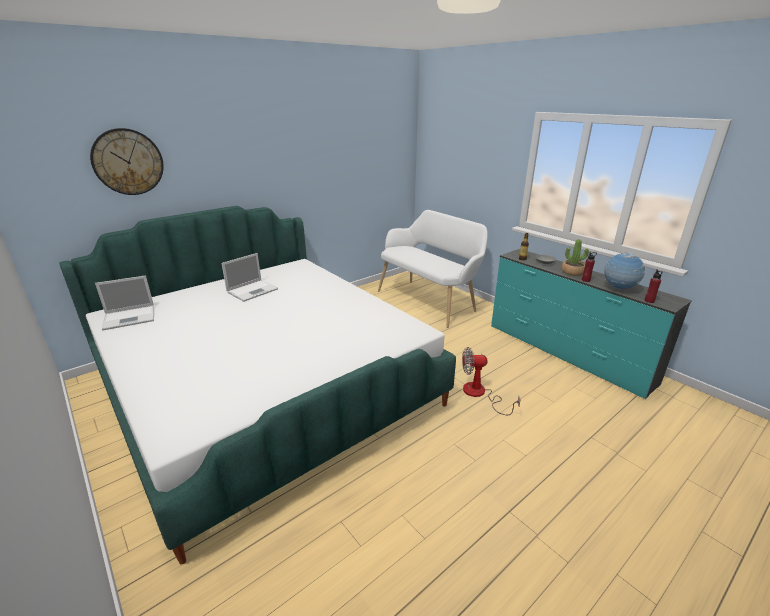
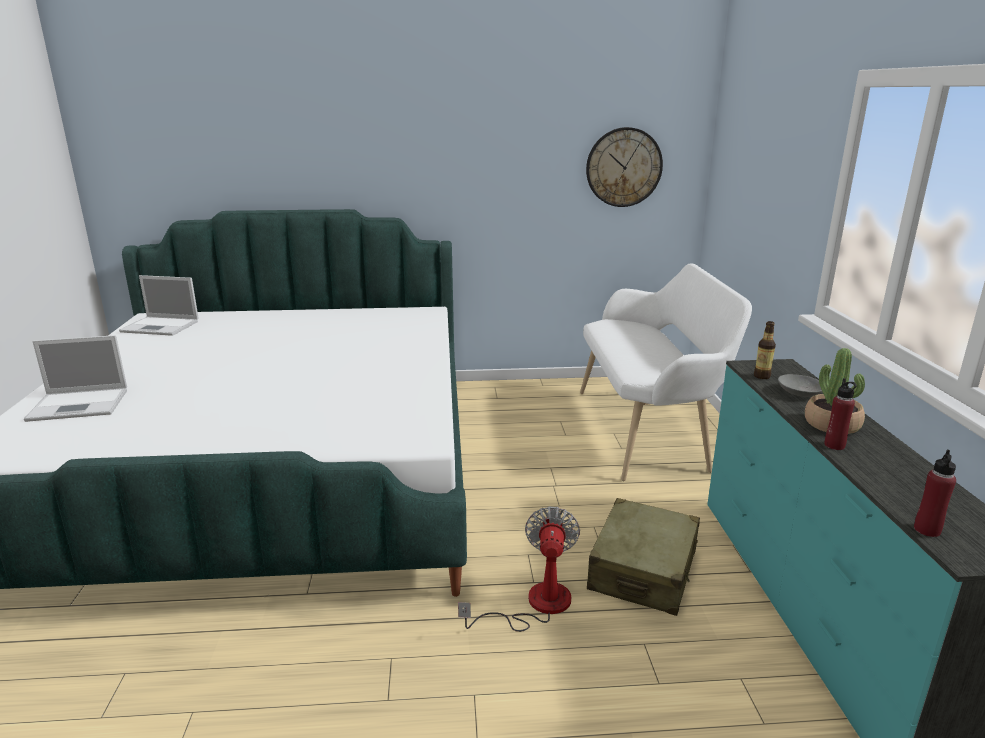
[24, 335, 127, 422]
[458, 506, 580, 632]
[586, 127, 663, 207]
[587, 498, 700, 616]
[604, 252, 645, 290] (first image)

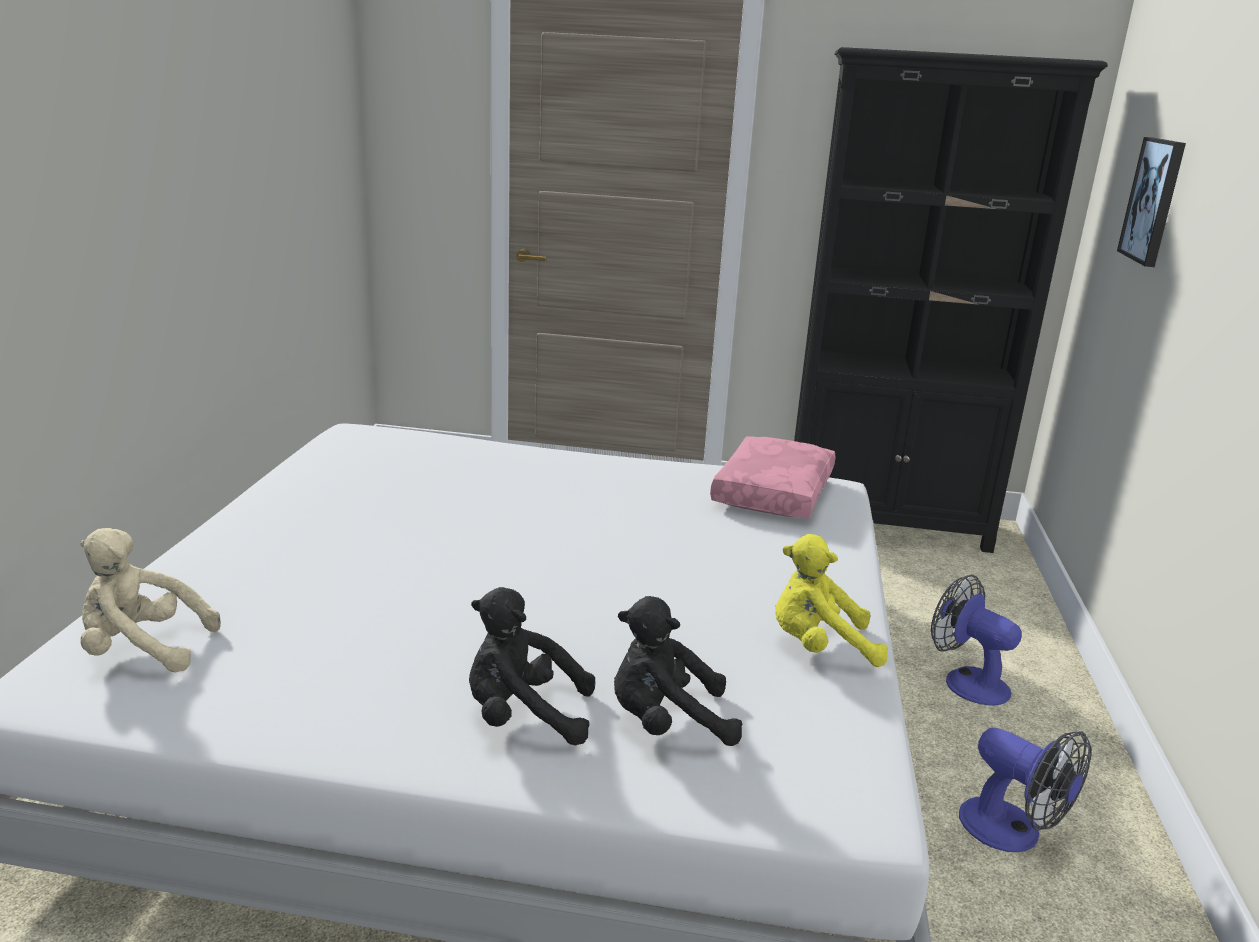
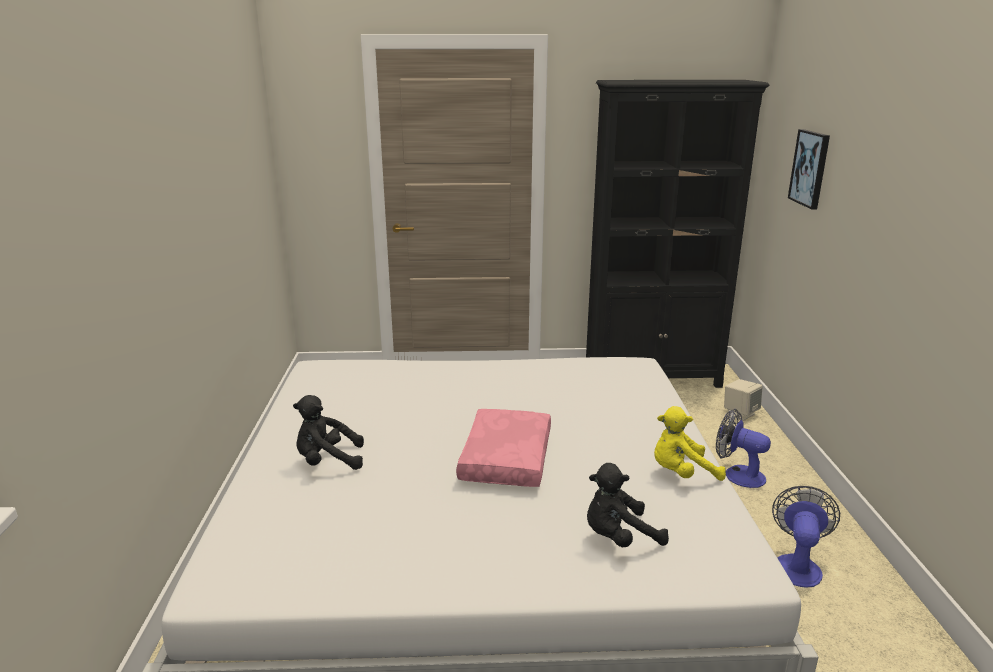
[293, 395, 364, 470]
[456, 409, 551, 487]
[724, 379, 763, 421]
[772, 486, 840, 588]
[80, 528, 221, 672] (first image)

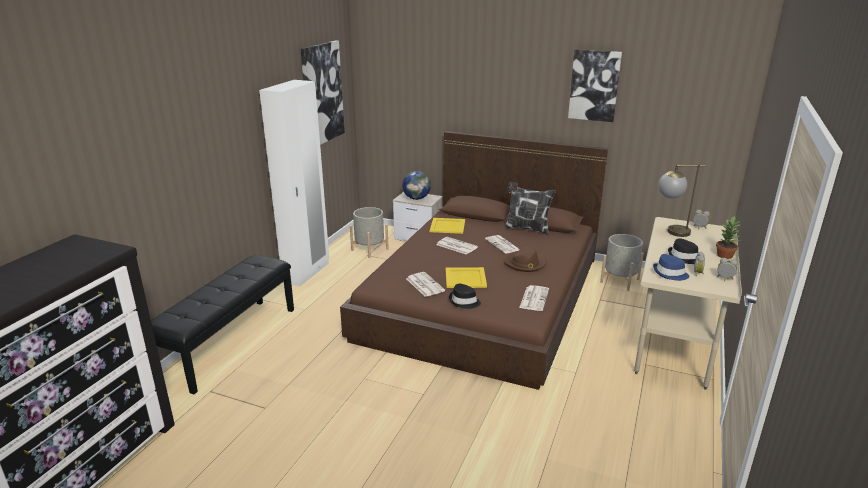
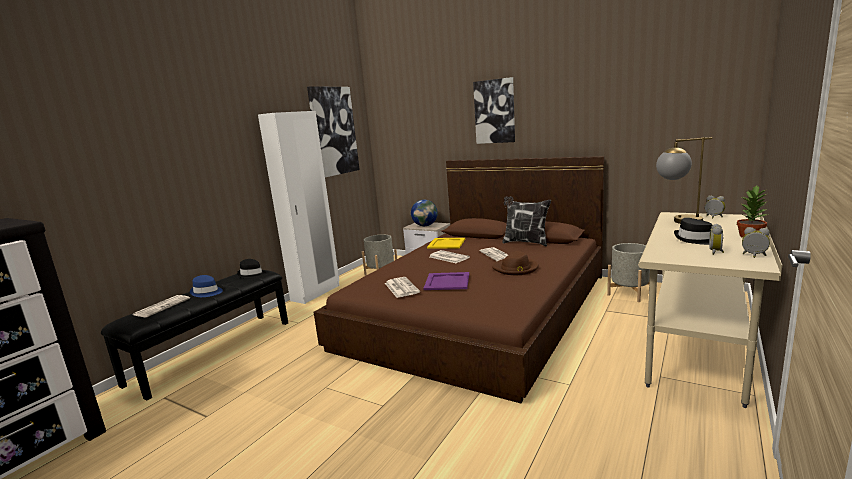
[133, 295, 190, 317]
[190, 275, 223, 297]
[237, 259, 266, 279]
[423, 272, 469, 290]
[473, 77, 515, 144]

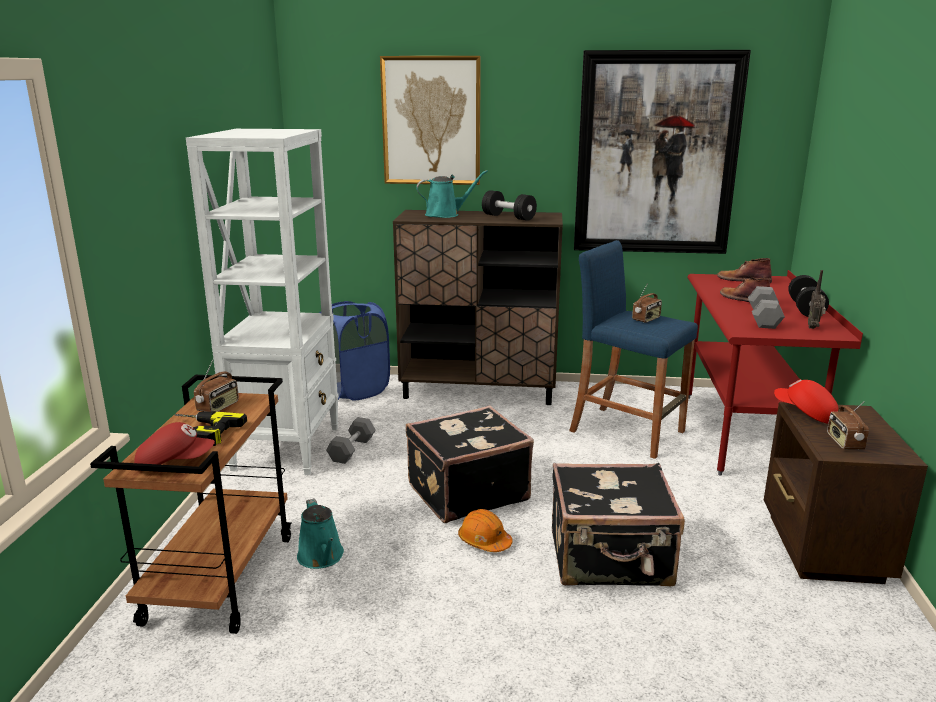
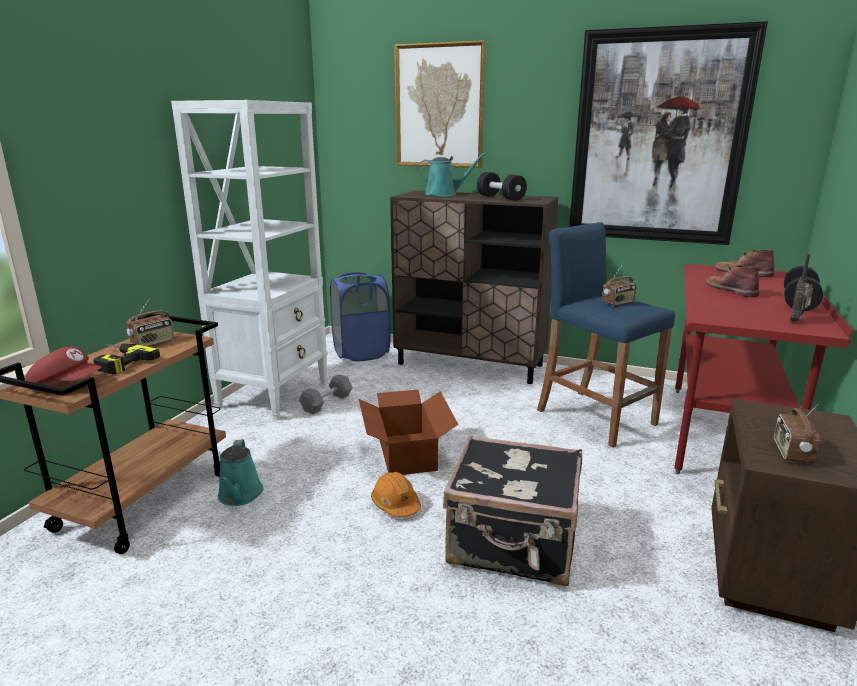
[359, 389, 459, 475]
[748, 286, 785, 329] (first image)
[774, 379, 838, 424] (first image)

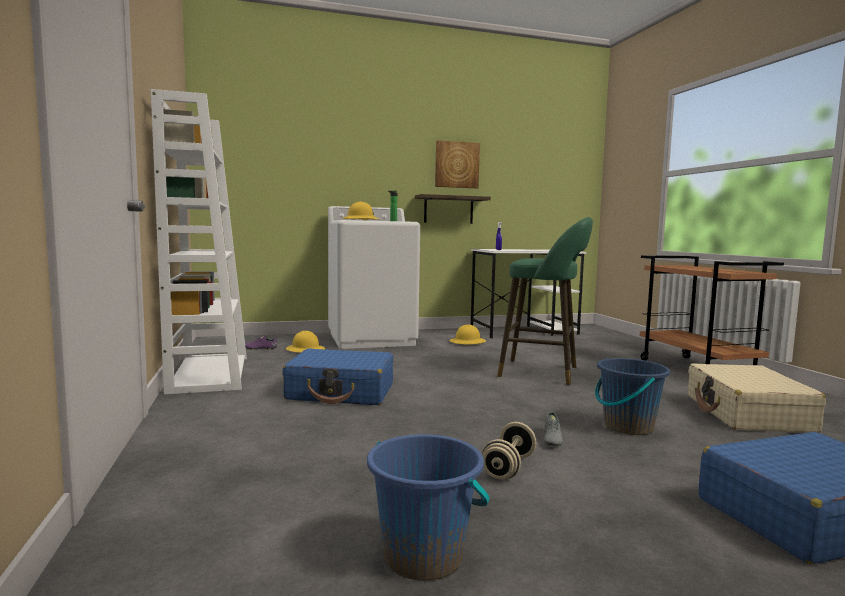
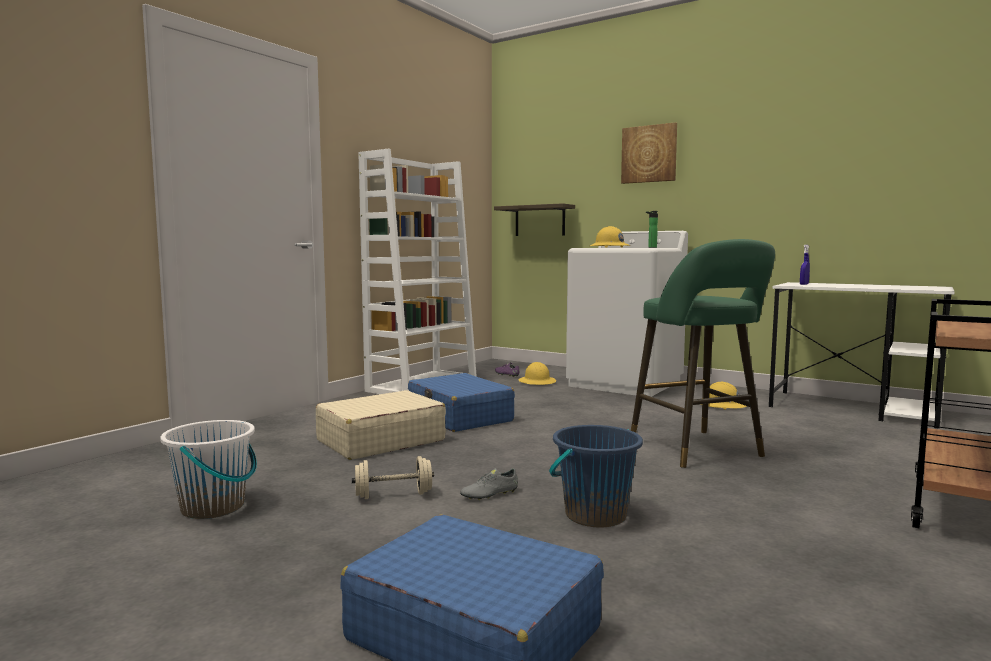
[160, 420, 257, 519]
[316, 390, 446, 460]
[494, 203, 575, 236]
[621, 122, 677, 184]

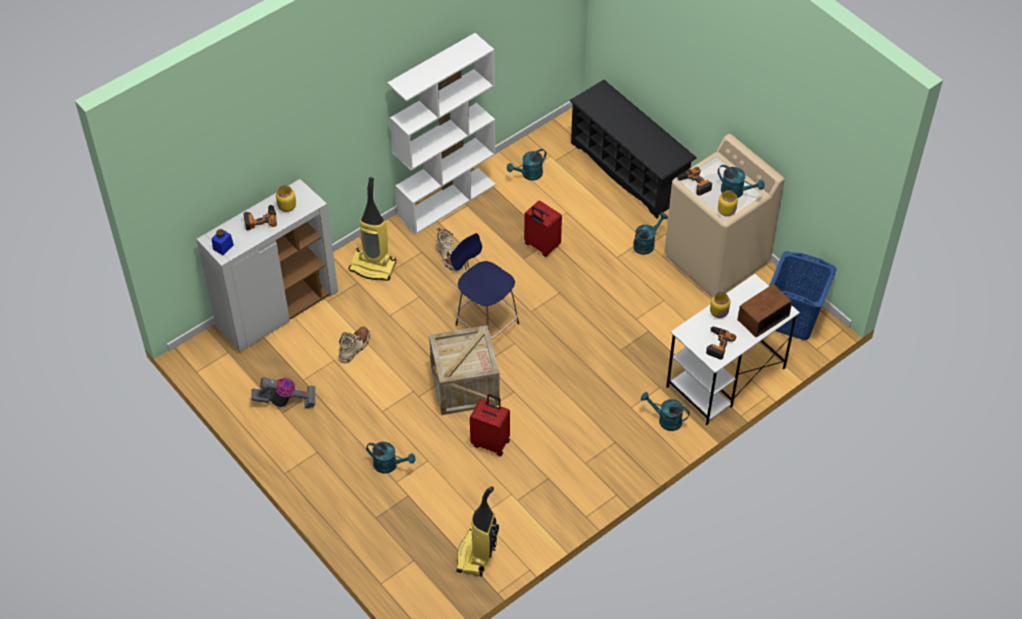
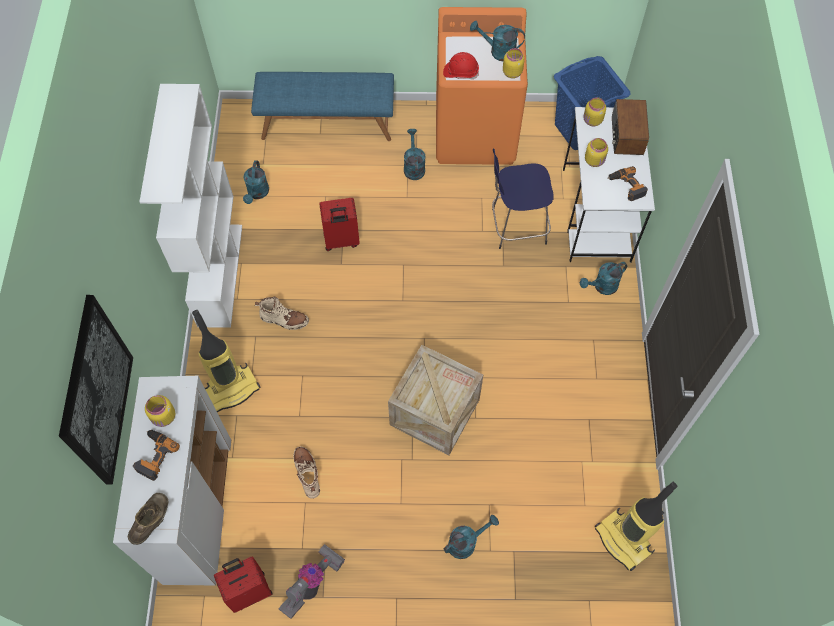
[59, 295, 133, 484]
[128, 493, 168, 545]
[214, 557, 272, 613]
[251, 72, 394, 141]
[436, 7, 528, 165]
[443, 52, 479, 79]
[470, 21, 525, 61]
[492, 148, 554, 249]
[583, 97, 606, 126]

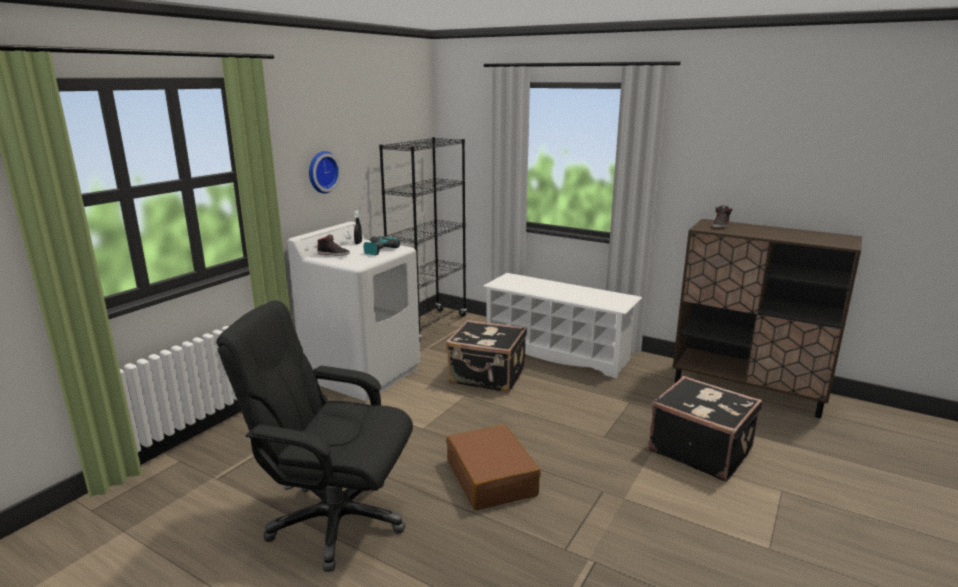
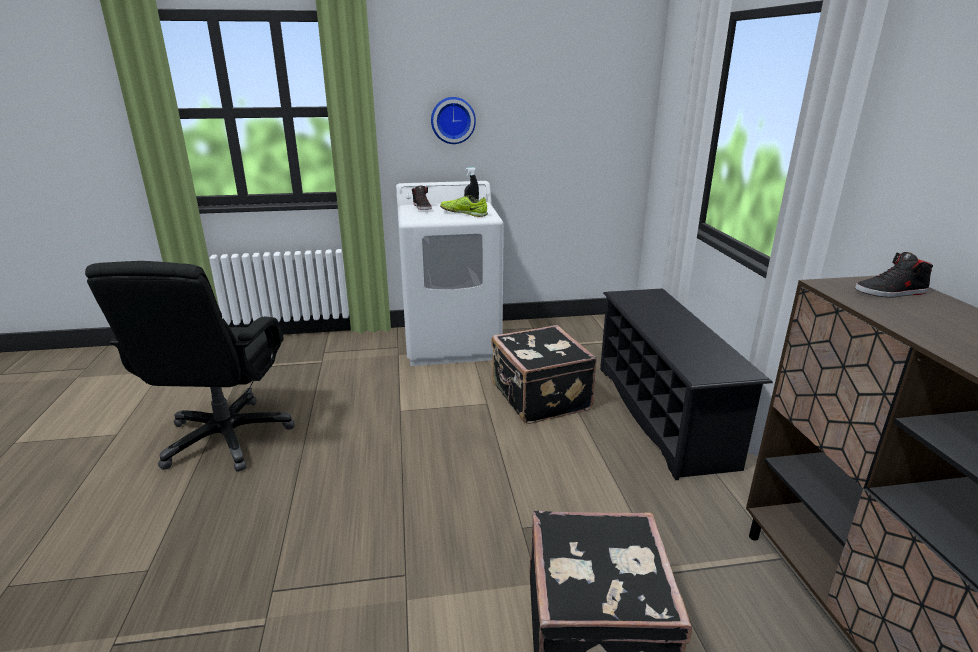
[85, 261, 295, 472]
[440, 195, 488, 217]
[600, 288, 773, 480]
[379, 137, 467, 342] (first image)
[447, 425, 541, 510] (first image)

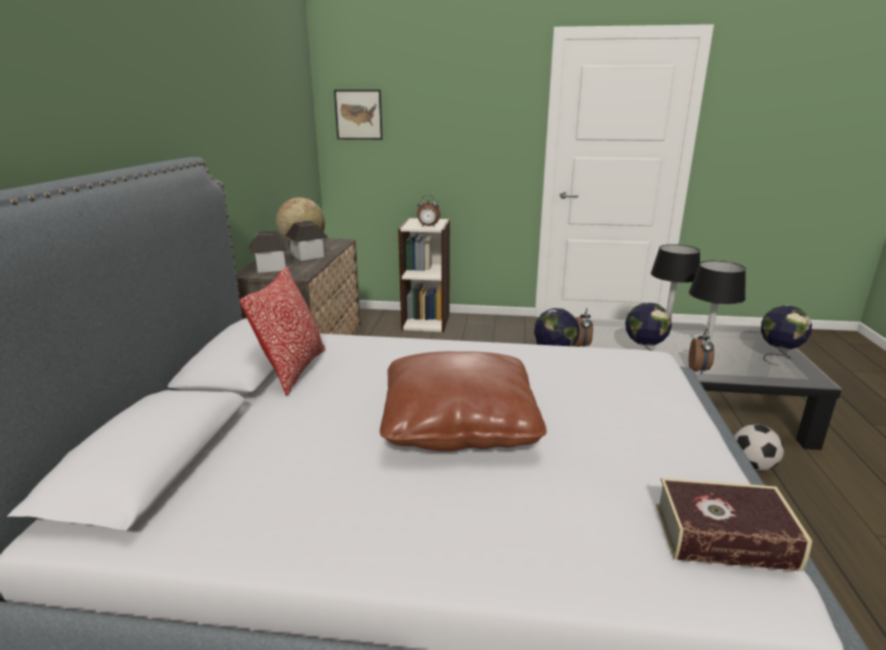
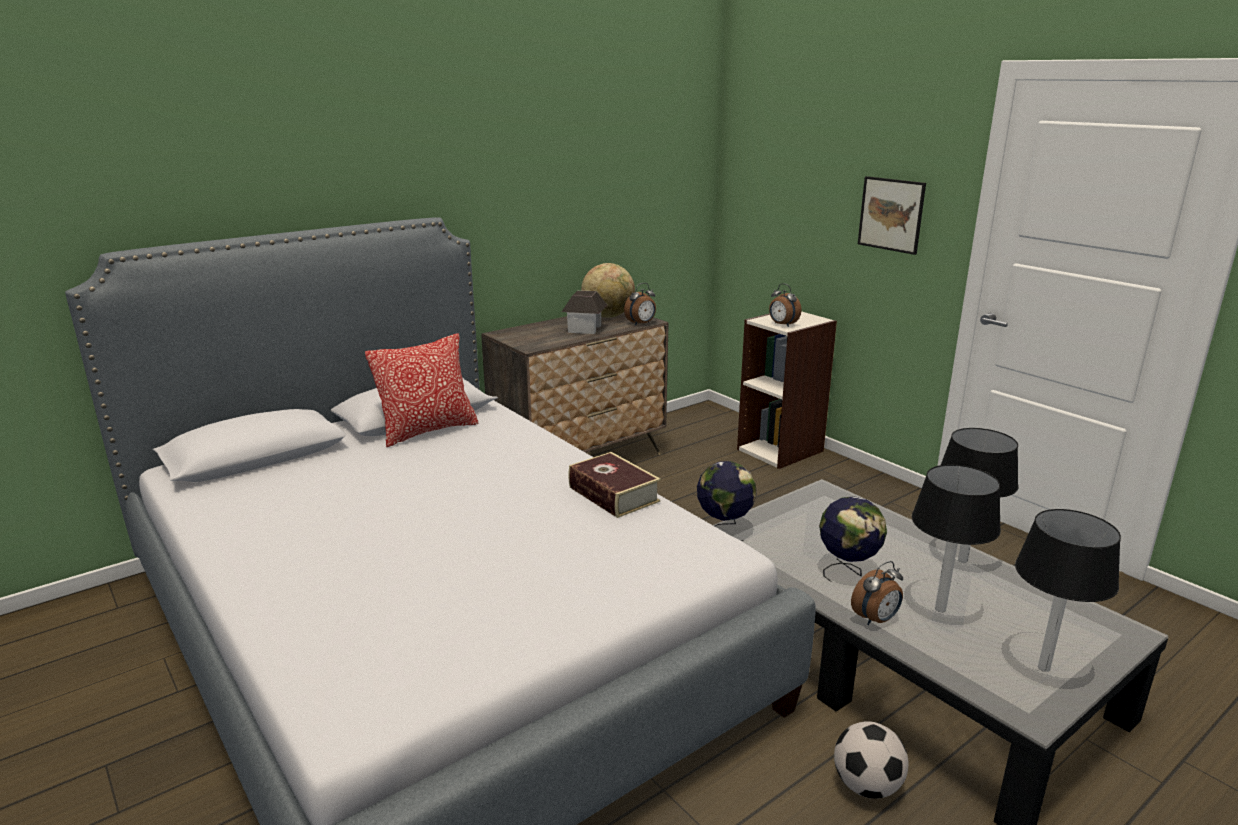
[568, 452, 661, 518]
[624, 283, 656, 326]
[858, 176, 926, 255]
[1015, 509, 1121, 672]
[248, 231, 288, 273] (first image)
[380, 351, 547, 451] (first image)

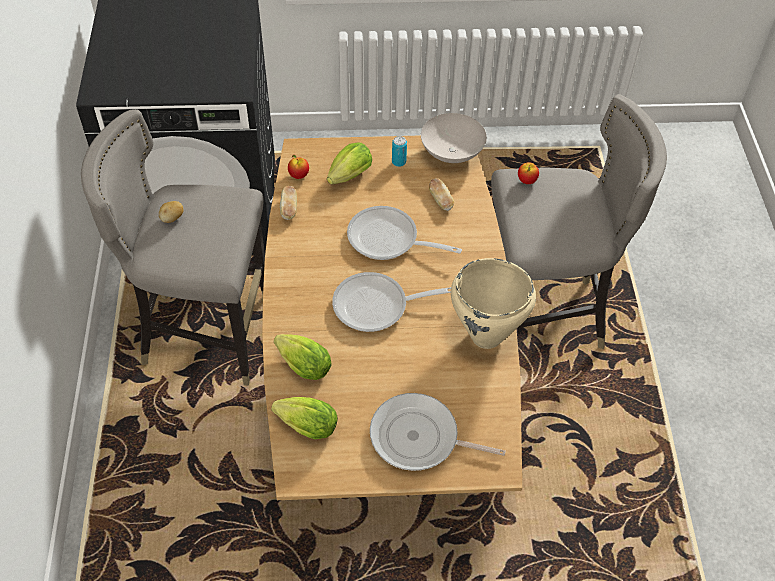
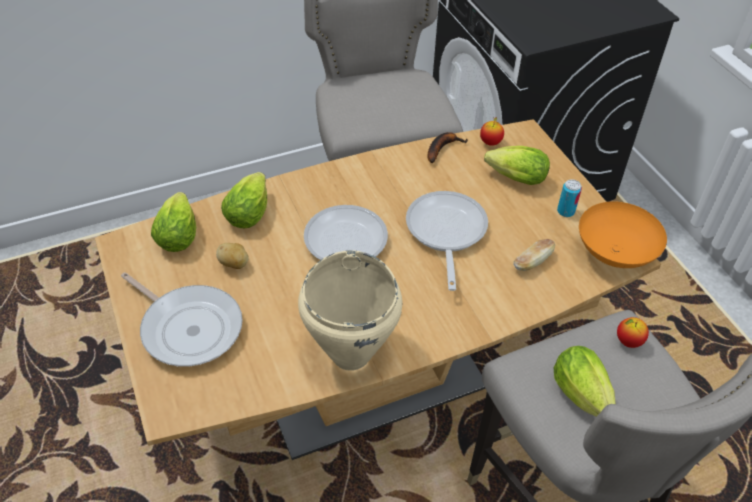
[121, 272, 243, 367]
[216, 243, 249, 269]
[427, 132, 468, 163]
[554, 346, 616, 417]
[579, 201, 667, 268]

